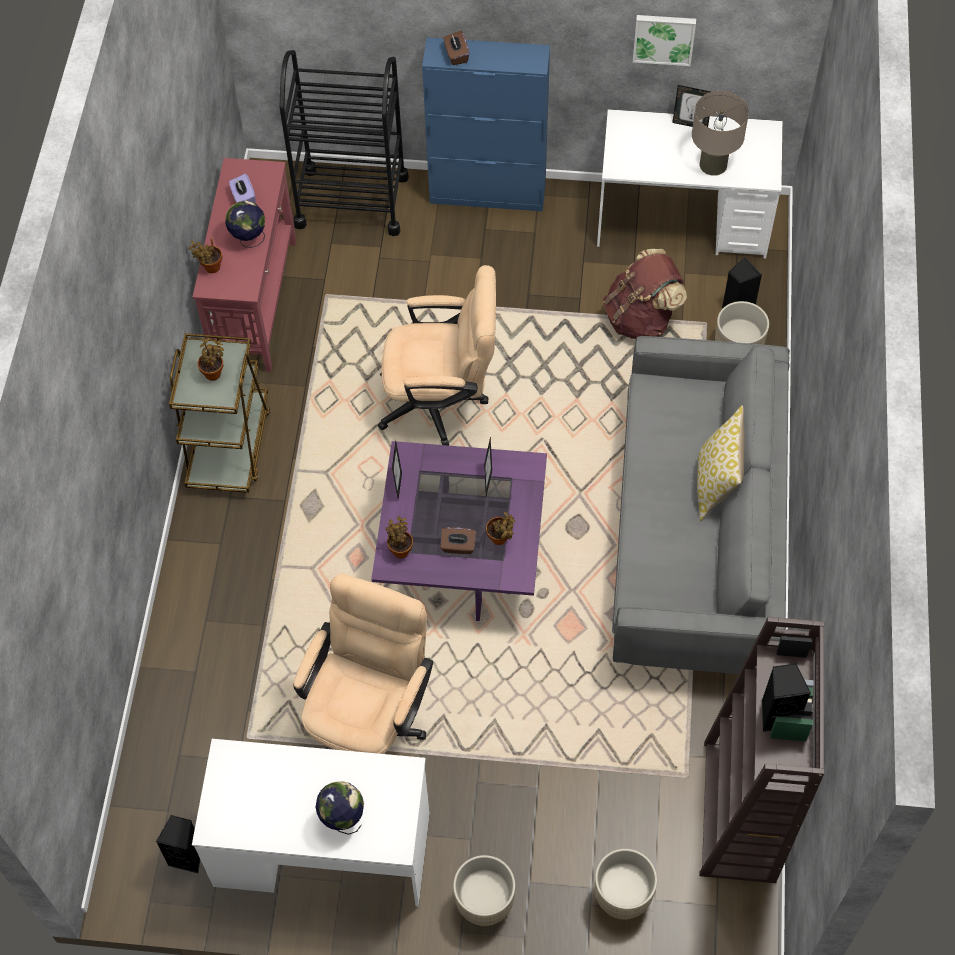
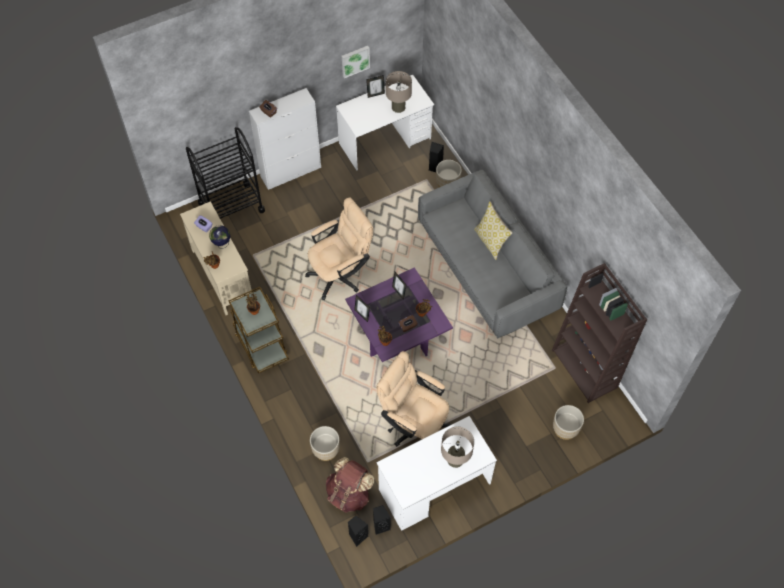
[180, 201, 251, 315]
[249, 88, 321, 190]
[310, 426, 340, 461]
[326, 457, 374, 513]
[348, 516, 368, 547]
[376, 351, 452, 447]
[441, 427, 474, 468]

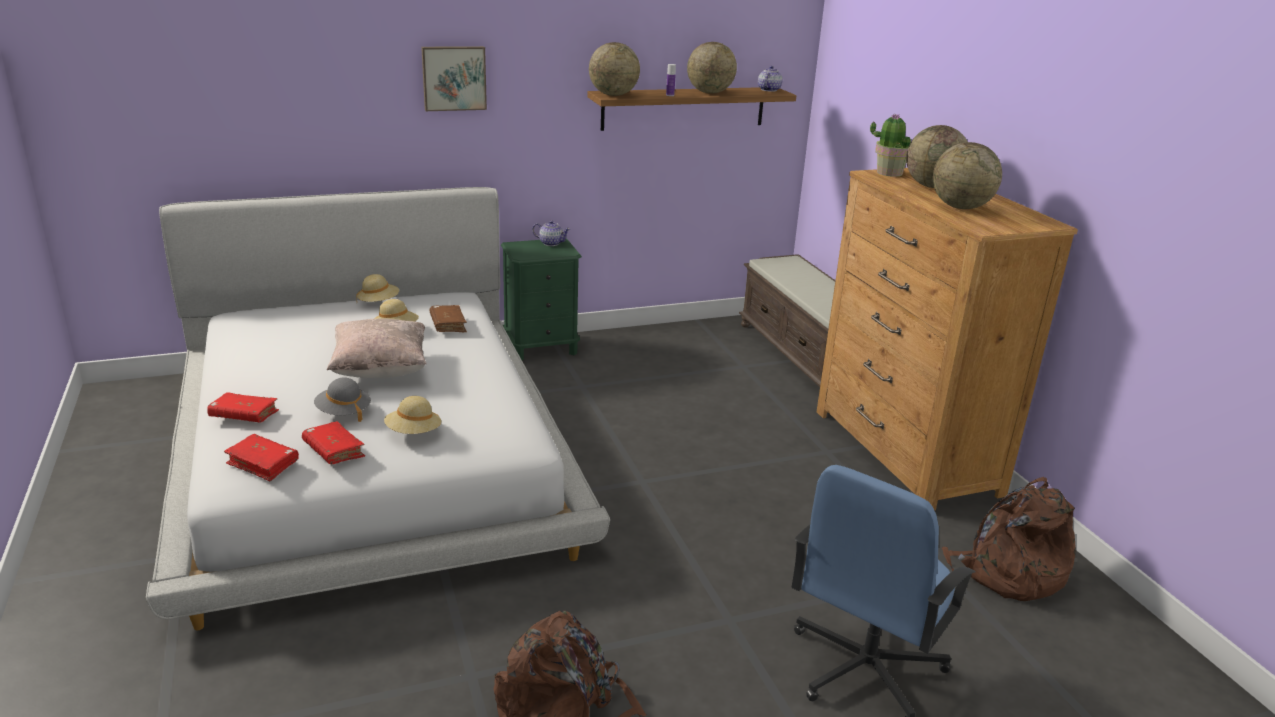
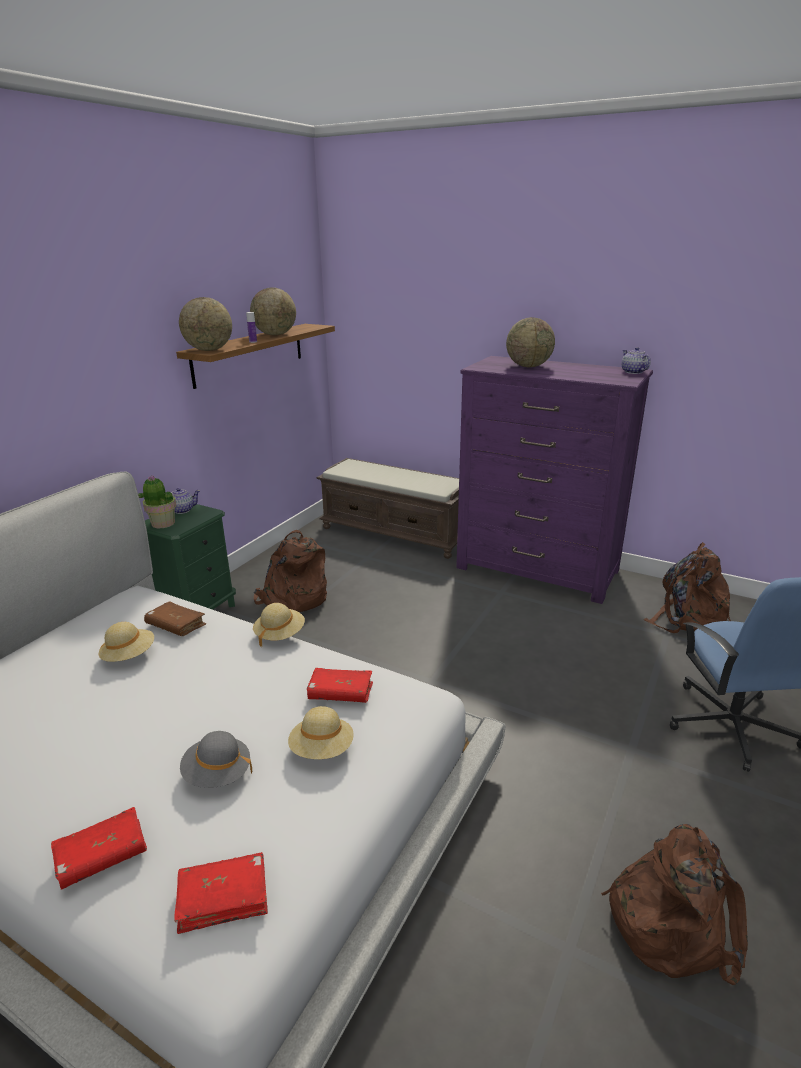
[138, 476, 176, 528]
[253, 603, 305, 647]
[254, 530, 327, 612]
[307, 668, 373, 703]
[456, 356, 653, 604]
[622, 347, 651, 374]
[327, 319, 427, 378] (first image)
[421, 46, 487, 111] (first image)
[933, 142, 1002, 209] (first image)

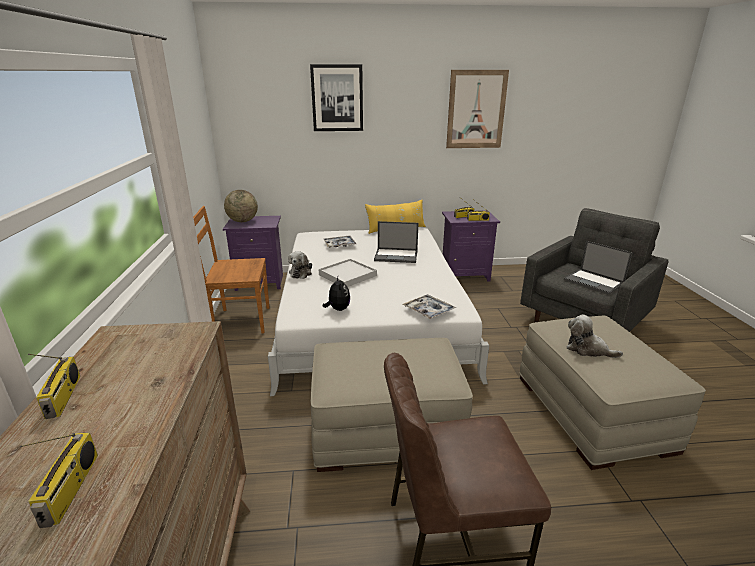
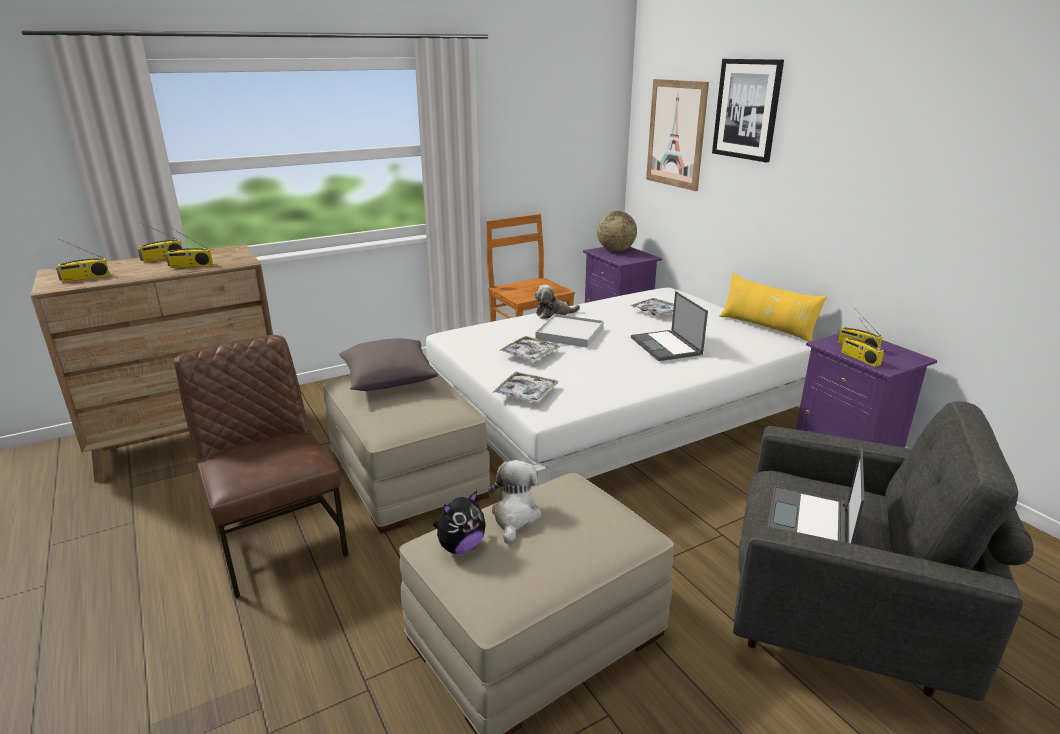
[166, 227, 213, 268]
[339, 338, 438, 391]
[433, 490, 486, 554]
[499, 336, 560, 361]
[646, 79, 709, 191]

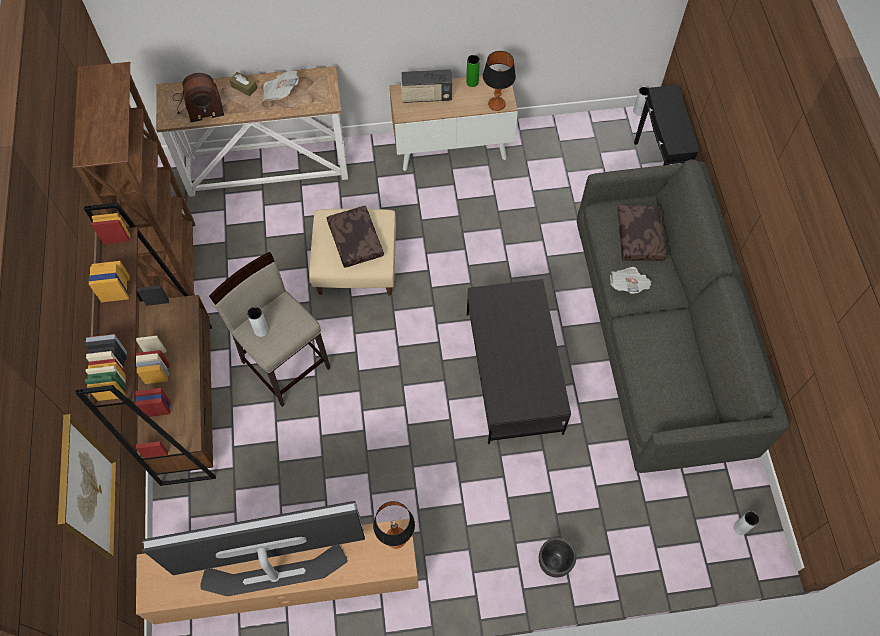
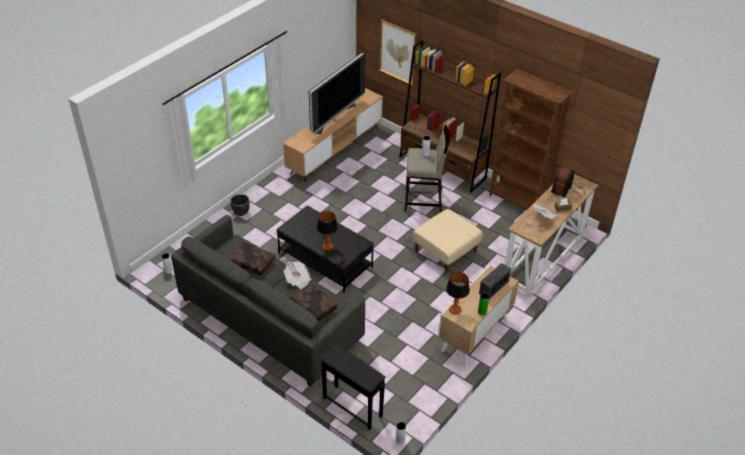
[229, 242, 276, 275]
[317, 211, 338, 251]

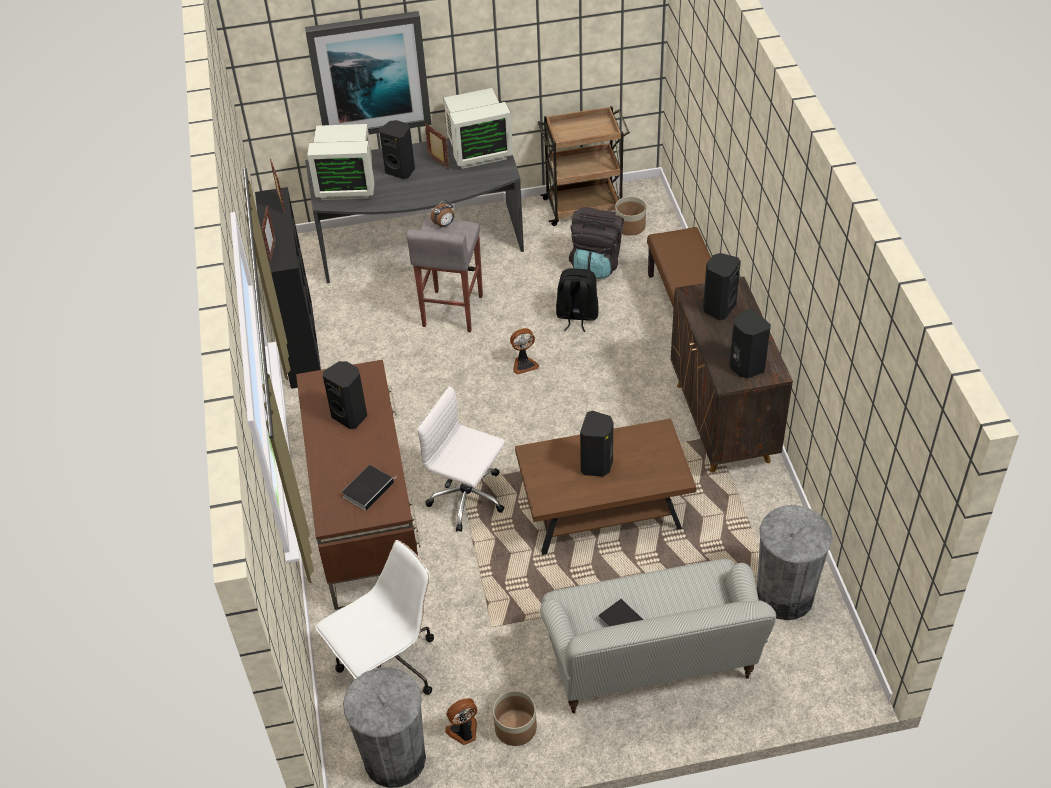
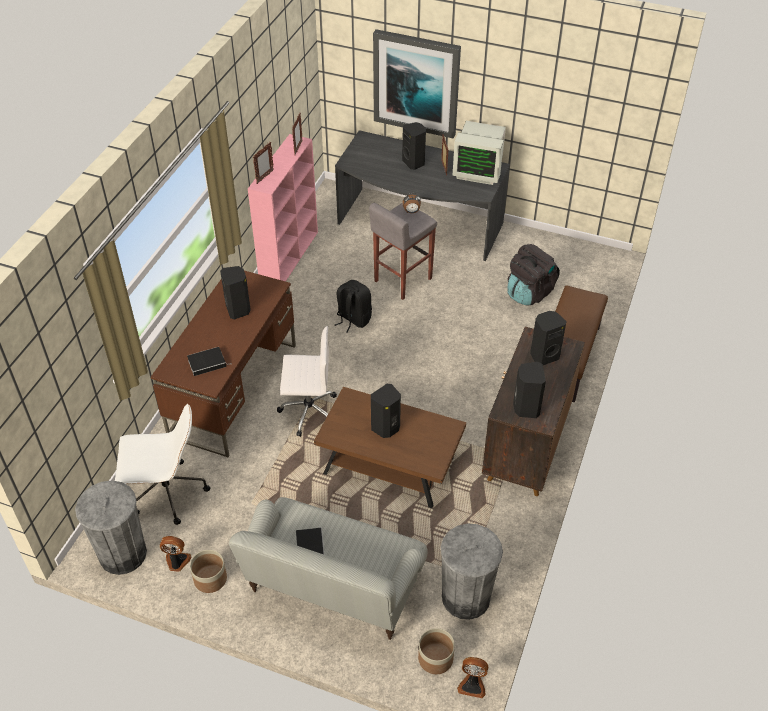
[248, 134, 318, 281]
[277, 326, 337, 437]
[335, 280, 372, 333]
[418, 628, 455, 674]
[457, 657, 488, 698]
[307, 124, 375, 200] (first image)
[538, 106, 630, 226] (first image)

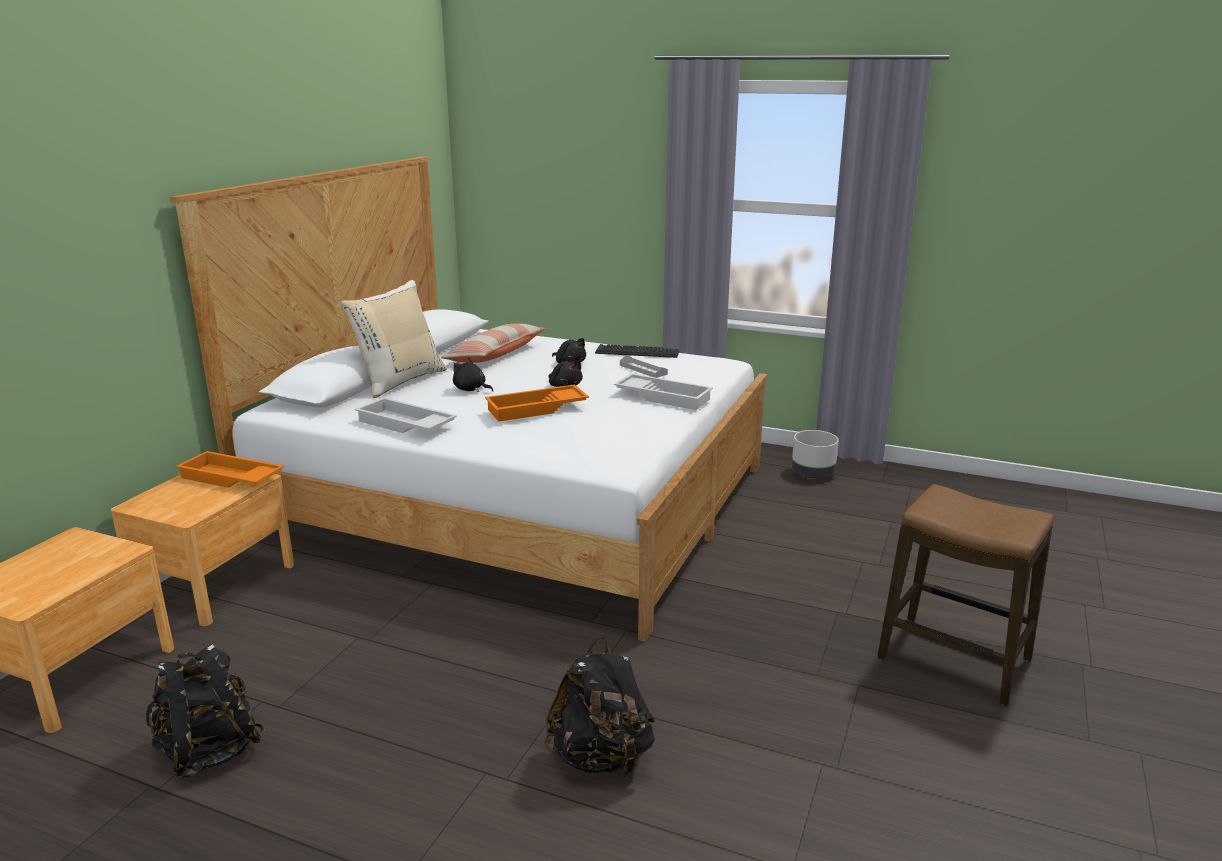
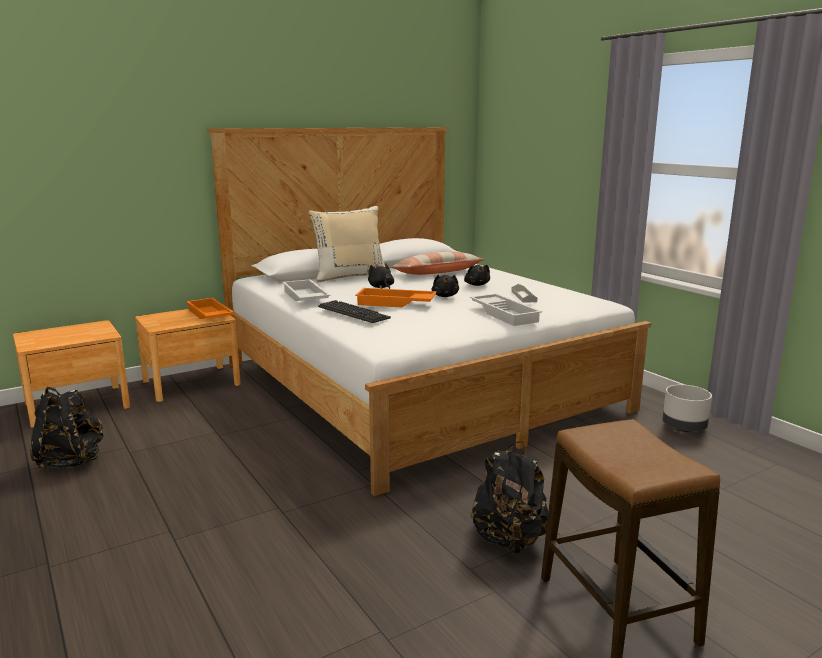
[318, 300, 391, 323]
[471, 441, 548, 553]

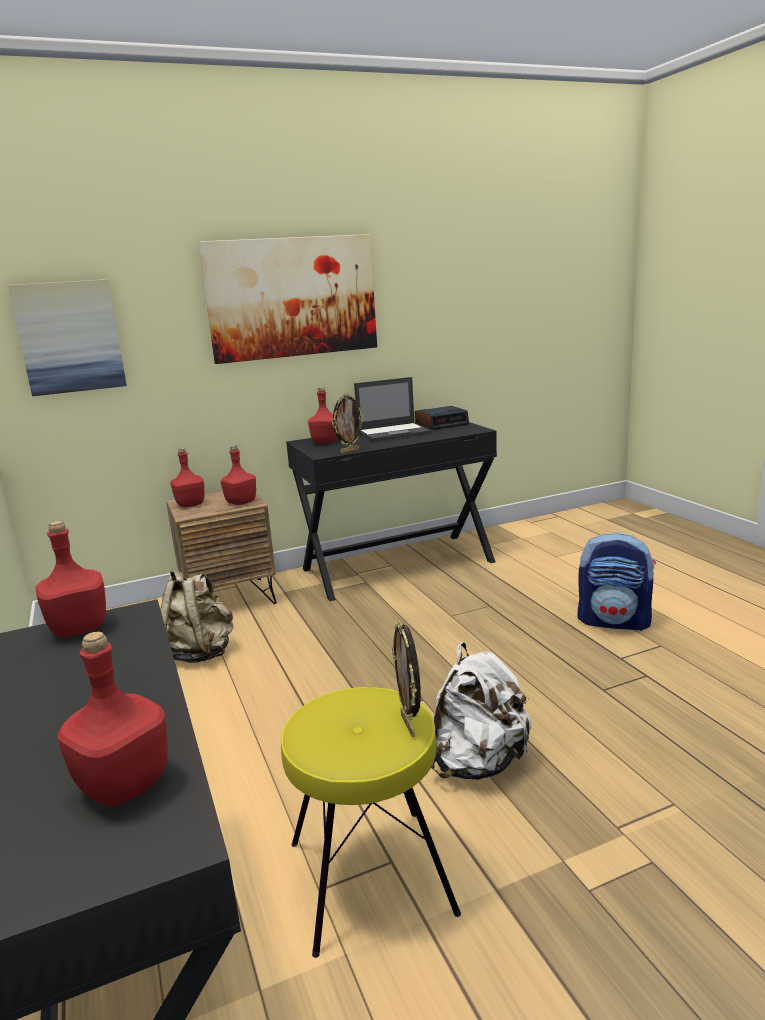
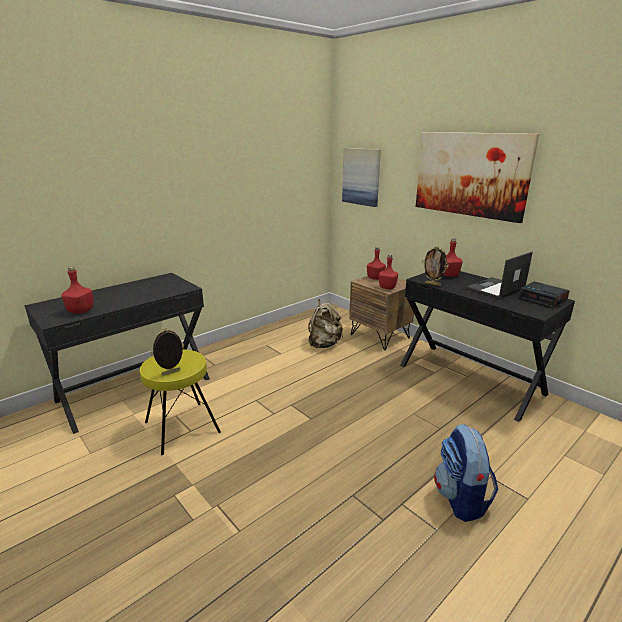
[466, 252, 533, 299]
[35, 521, 106, 637] (first image)
[431, 642, 531, 780] (first image)

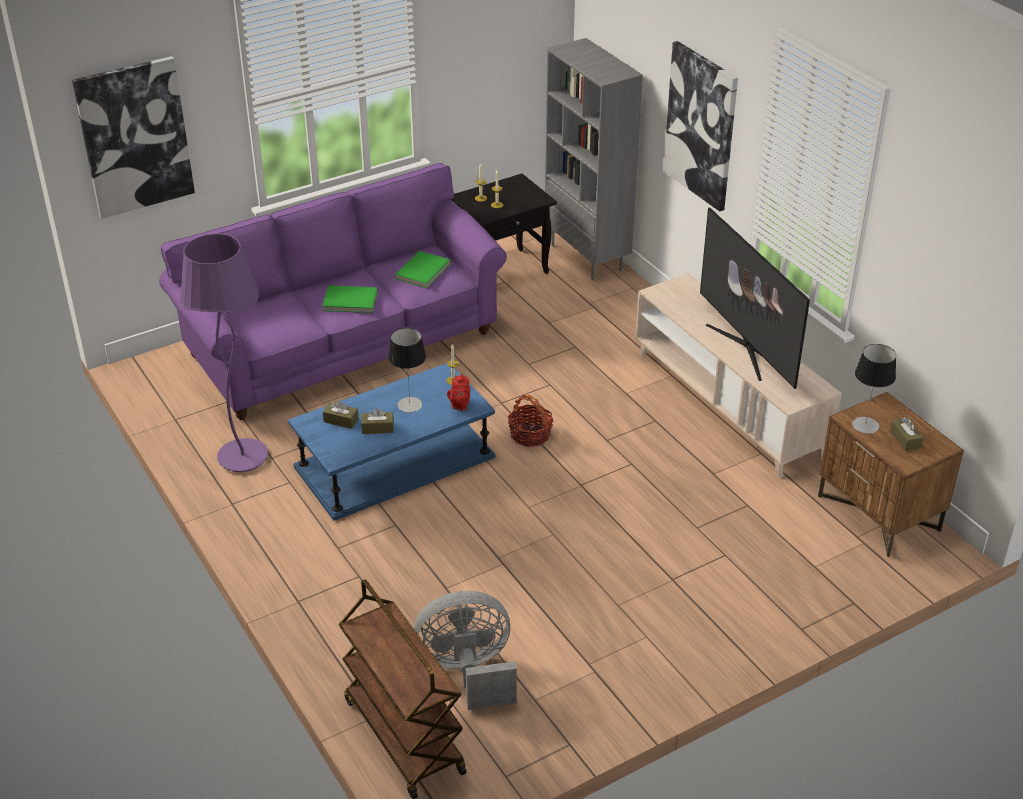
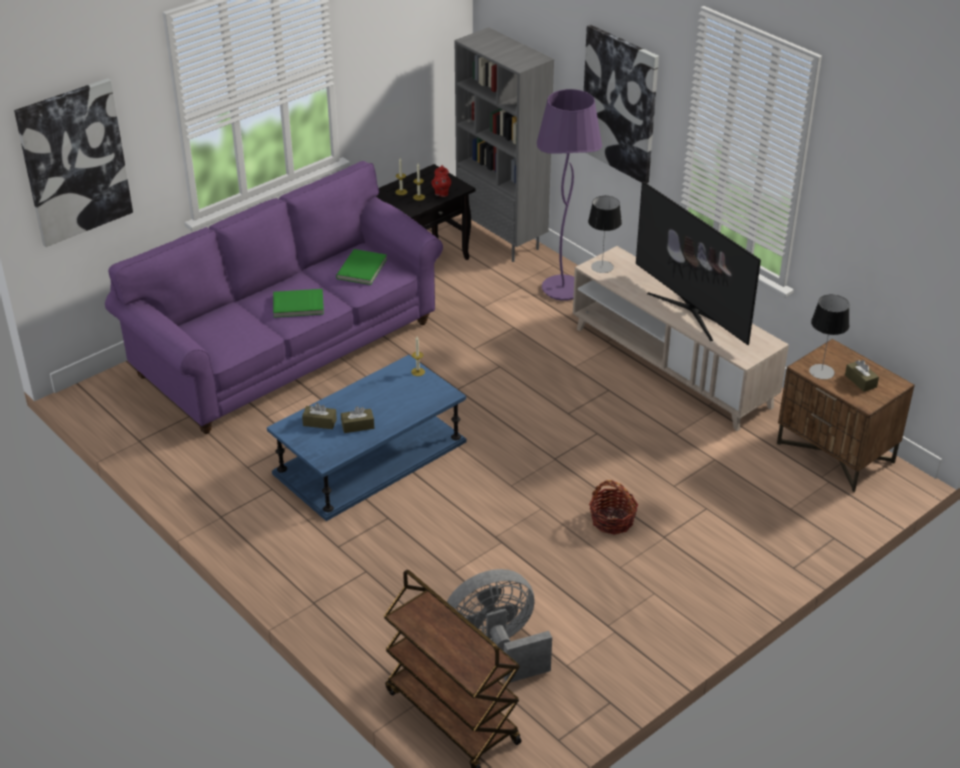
[431, 165, 451, 197]
[537, 89, 602, 301]
[588, 196, 622, 273]
[589, 480, 638, 535]

